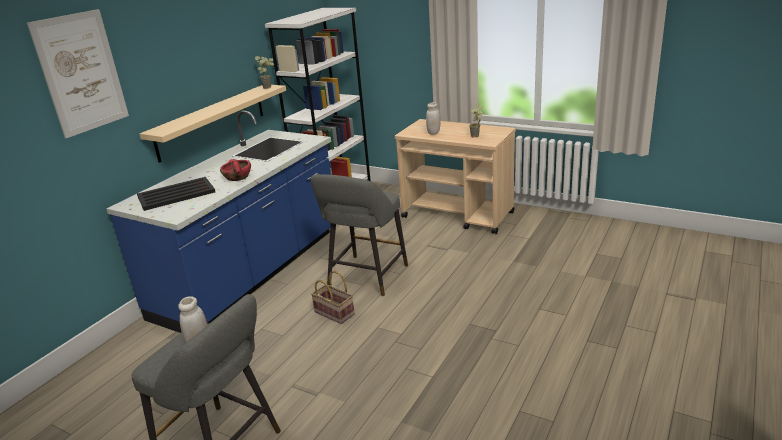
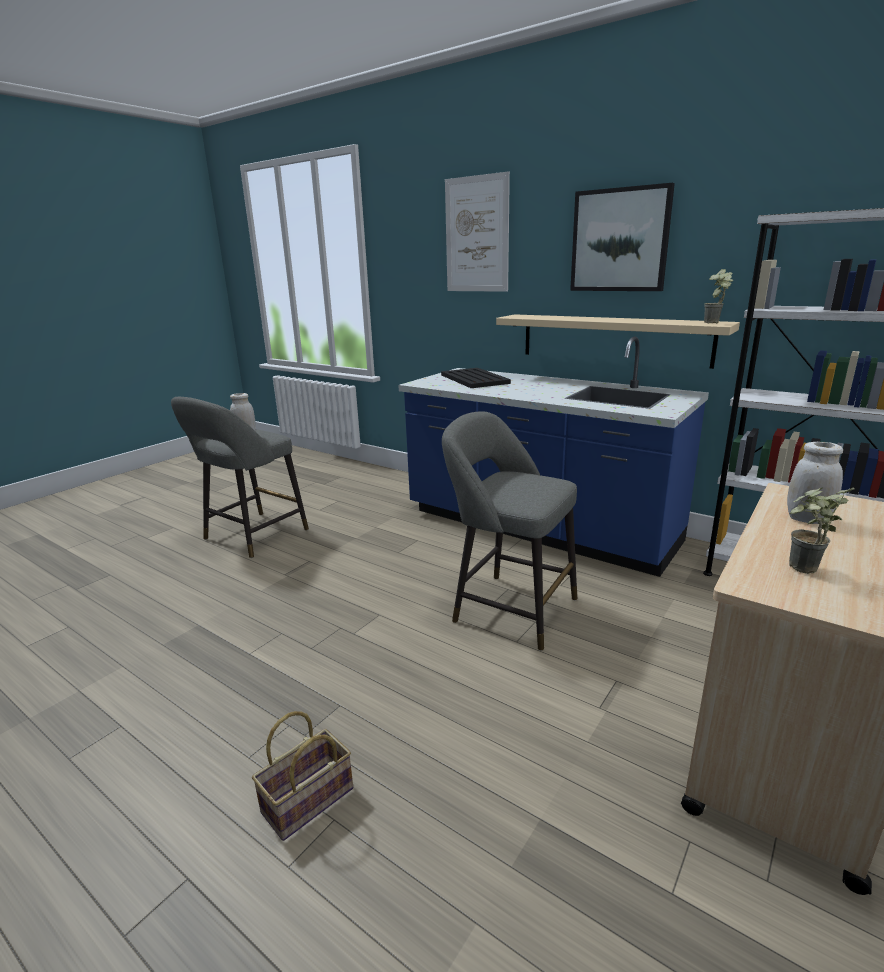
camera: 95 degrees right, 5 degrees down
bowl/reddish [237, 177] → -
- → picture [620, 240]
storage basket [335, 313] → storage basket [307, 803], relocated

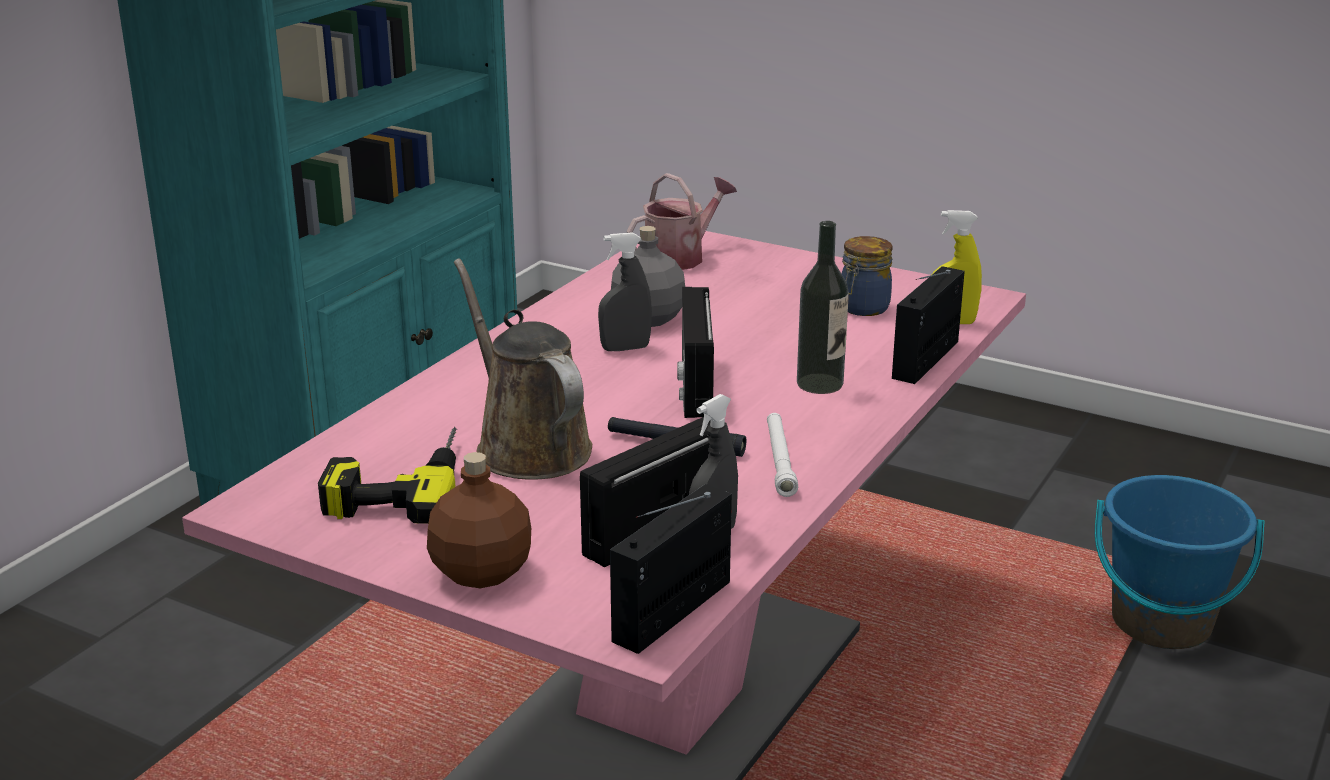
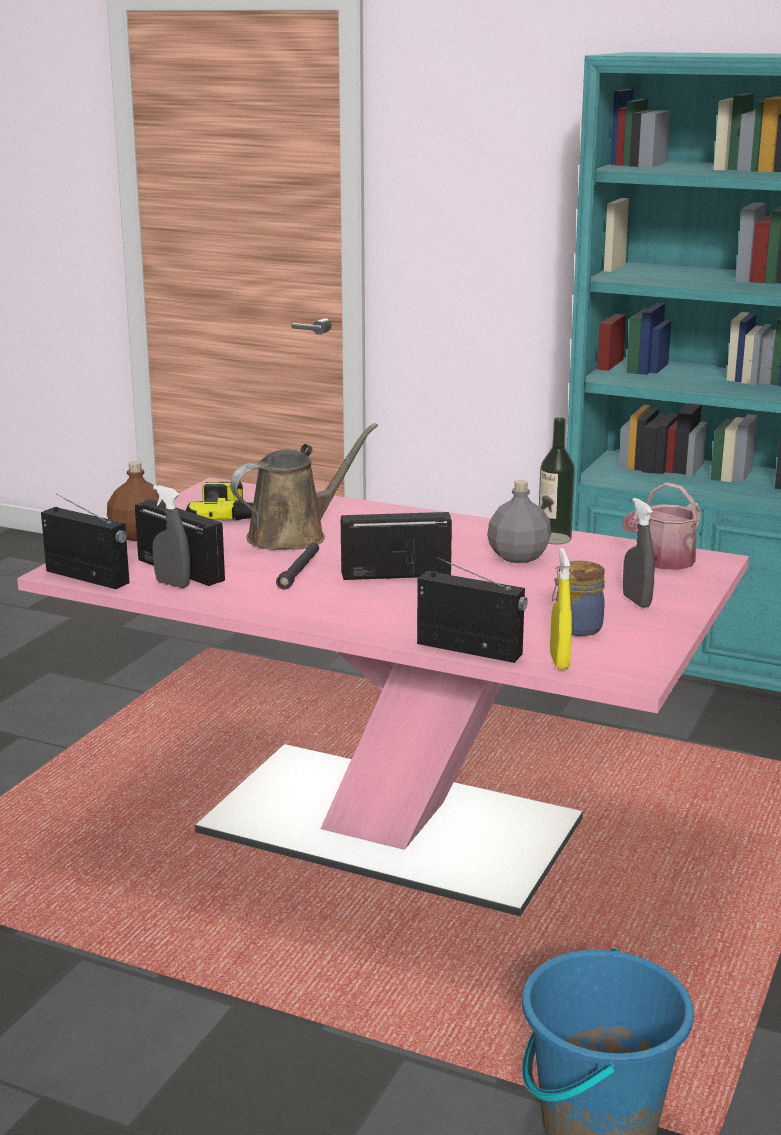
camera: 85 degrees right, 5 degrees down
flashlight/whitish [779, 461] → -
hand sprayer/gray [625, 348] → hand sprayer/gray [636, 601], relocated
drink bottle [820, 384] → drink bottle [554, 538], relocated
sprinkling can [680, 257] → sprinkling can [662, 562], 90 degrees clockwise

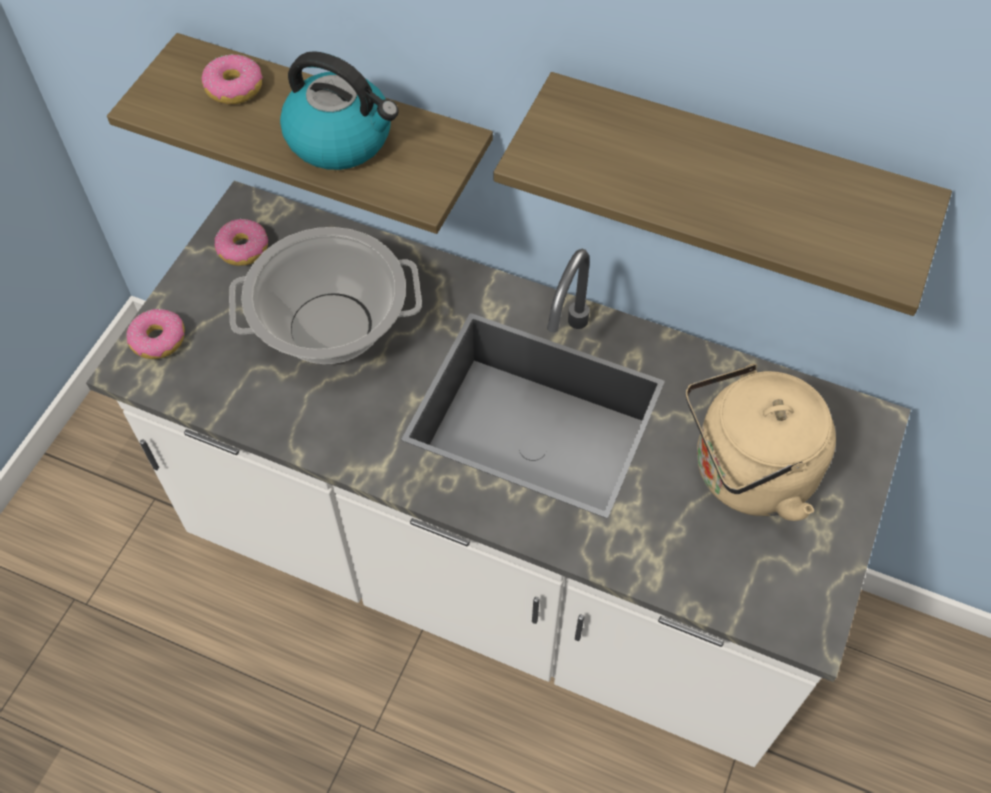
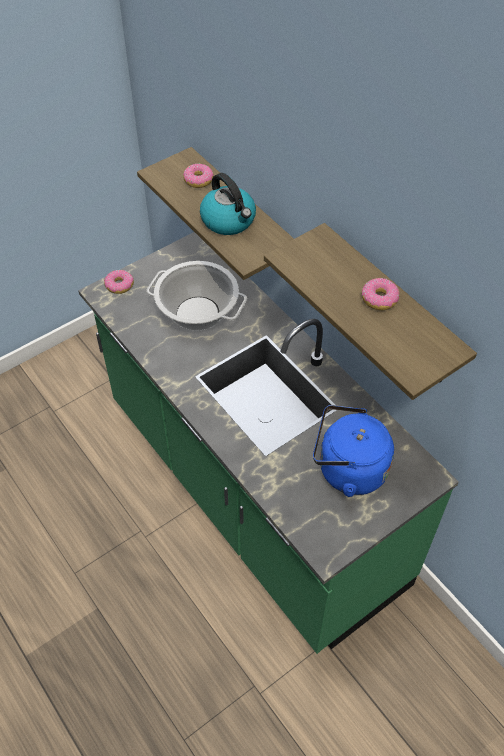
camera: 30 degrees right, 5 degrees down
ring doughnut [243, 249] → ring doughnut [379, 299], relocated
kitchen counter/whitish [495, 571] → kitchen counter/green [251, 493]
water kettle/beige-coloured [746, 474] → water kettle/bluish [347, 470]

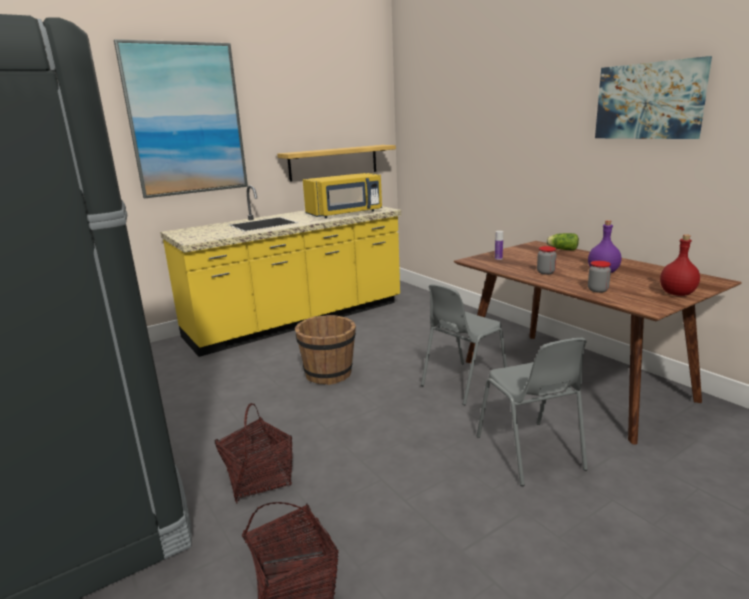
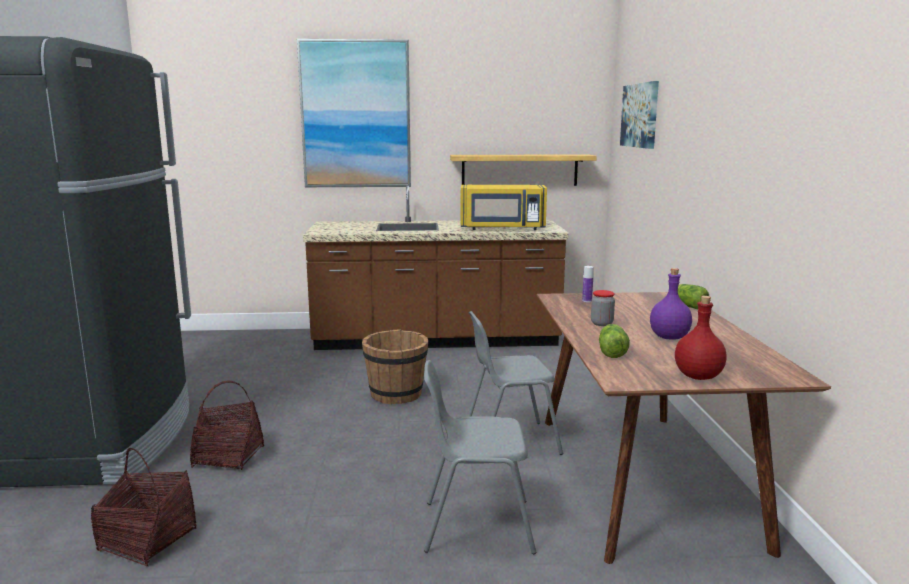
camera: 30 degrees right, 5 degrees down
picture [649, 101] → picture [640, 115], relocated
preserve jar [597, 290] → lettuce head [612, 351]
kitchen counter/yellowish [297, 320] → kitchen counter/brownish [436, 339]
chair/gray [530, 453] → chair/gray [476, 525], 75 degrees clockwise

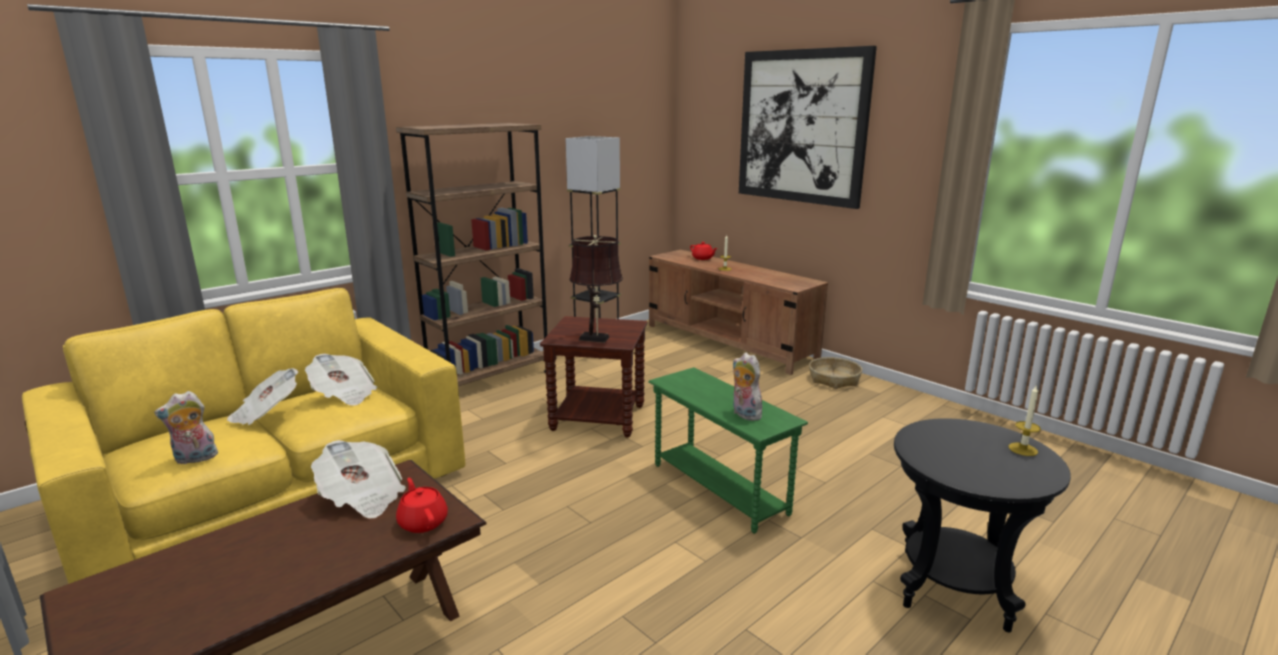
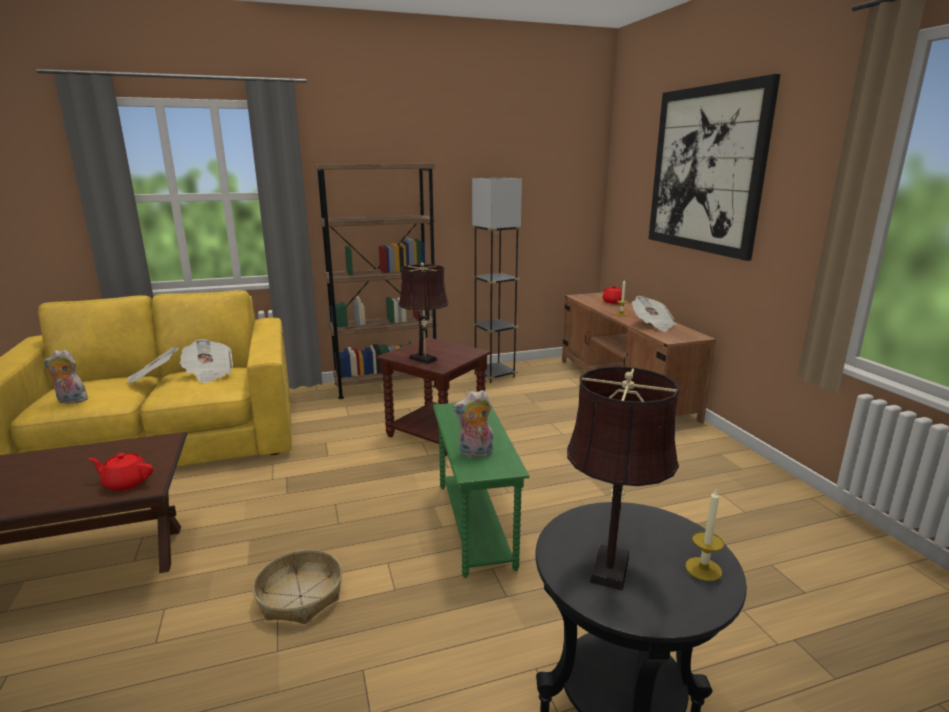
camera: 25 degrees right, 0 degrees up
- → tabletop lamp/brownish [611, 565]
newspaper [362, 497] → newspaper [652, 325], relocated
storage basket [834, 379] → storage basket [300, 596], relocated
tea pot/reddish [423, 522] → tea pot/reddish [126, 483], 75 degrees counterclockwise
cuddly toy [744, 414] → cuddly toy [475, 453], 90 degrees counterclockwise

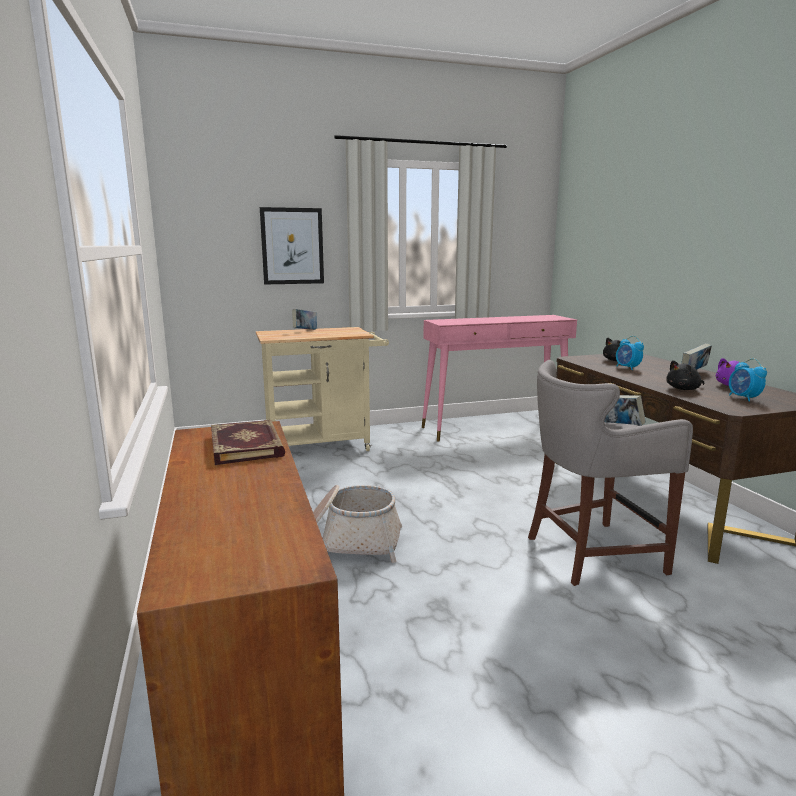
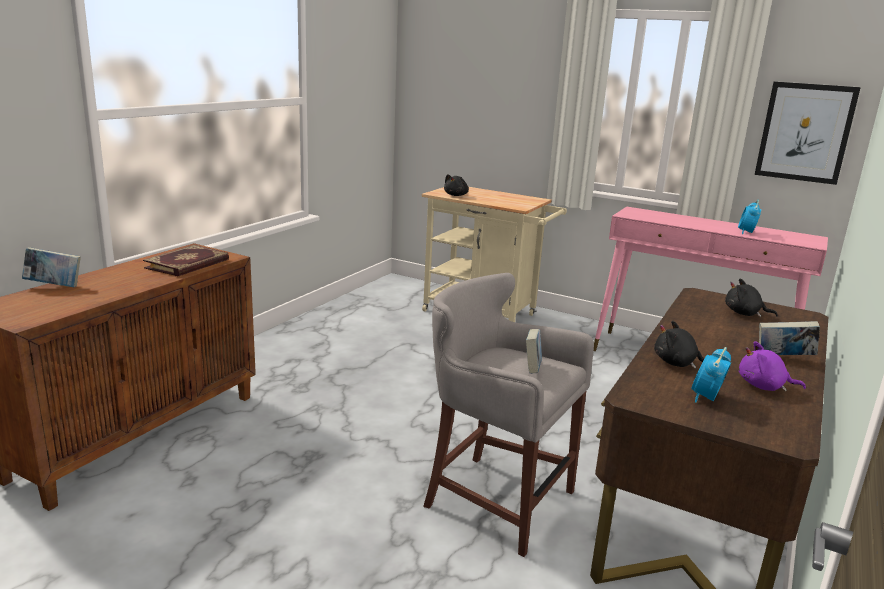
camera: 45 degrees right, 5 degrees up
storage basket [349, 542] → -
- → cuddly toy/black-coloured [456, 195]
picture [292, 246] → picture [805, 132], relocated
volume [305, 331] → volume [54, 286], relocated
alarm clock [627, 368] → alarm clock [746, 232], relocated

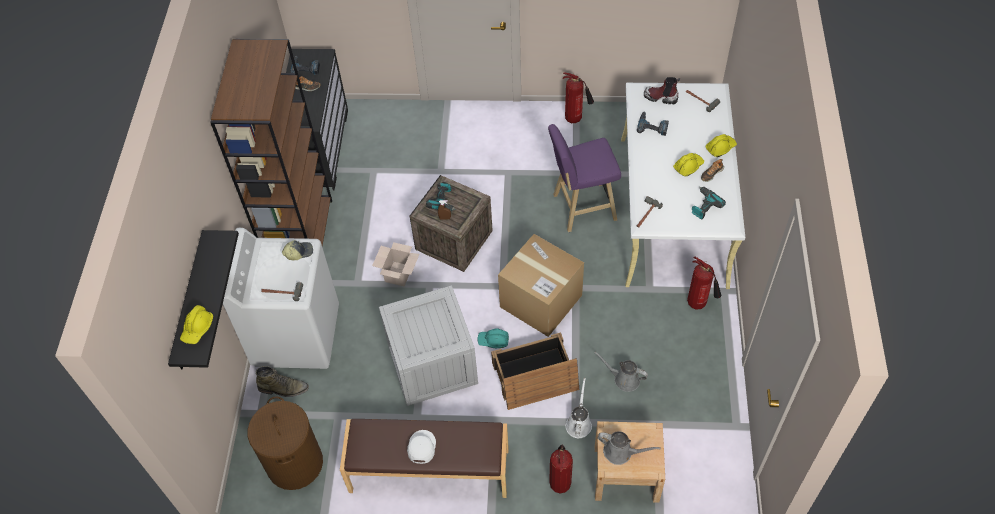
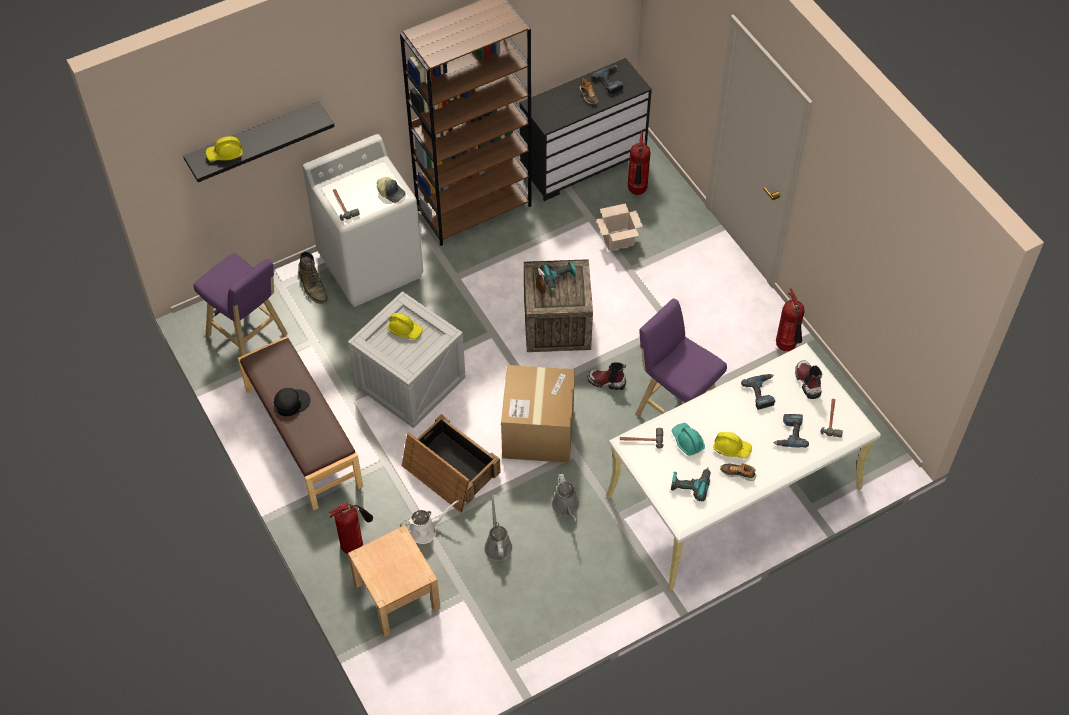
camera: 55 degrees right, 0 degrees up
- → high-top boot [606, 382]
- → drill [789, 433]
carton [398, 273] → carton [618, 238], relocated
hard hat/turquoise-coloured [493, 340] → hard hat/turquoise-coloured [687, 441], relocated
sprinkling can/gray [620, 452] → sprinkling can/gray [566, 507], relocated
fire extinguisher [699, 304] → fire extinguisher [637, 192], relocated
hard hat/yellowish [720, 148] → hard hat/yellowish [405, 330], relocated
hamper/brownish [295, 463] → stool seat/purple [249, 337]
baseball cap/whitish [421, 447] → baseball cap/black-coloured [291, 403]

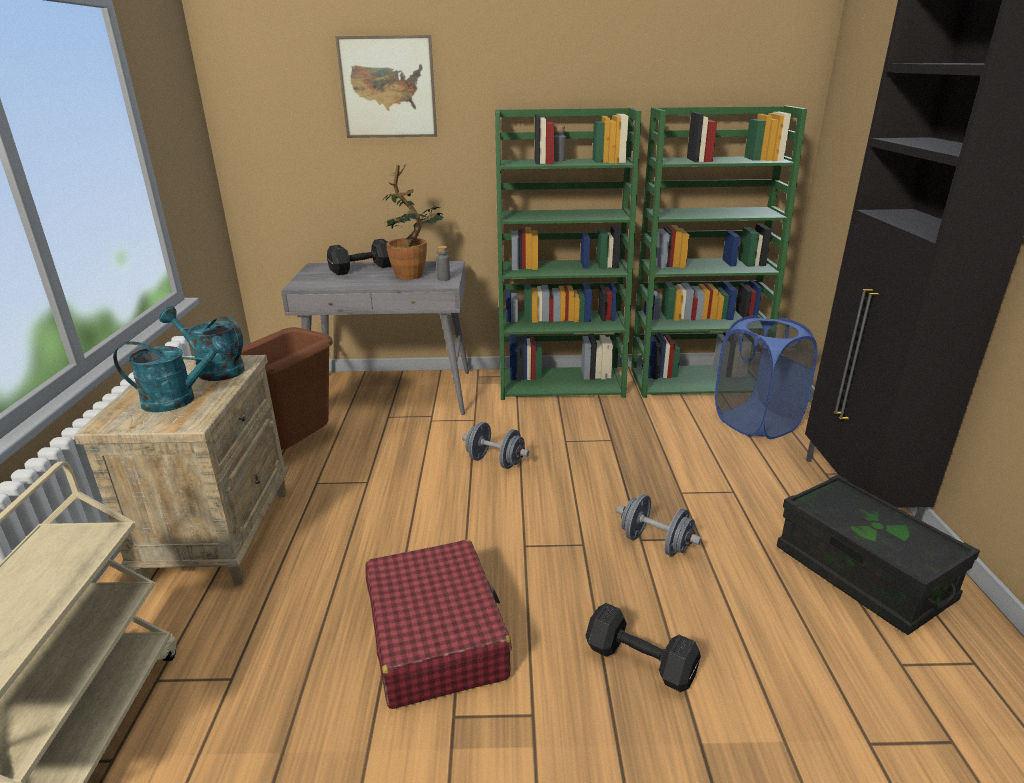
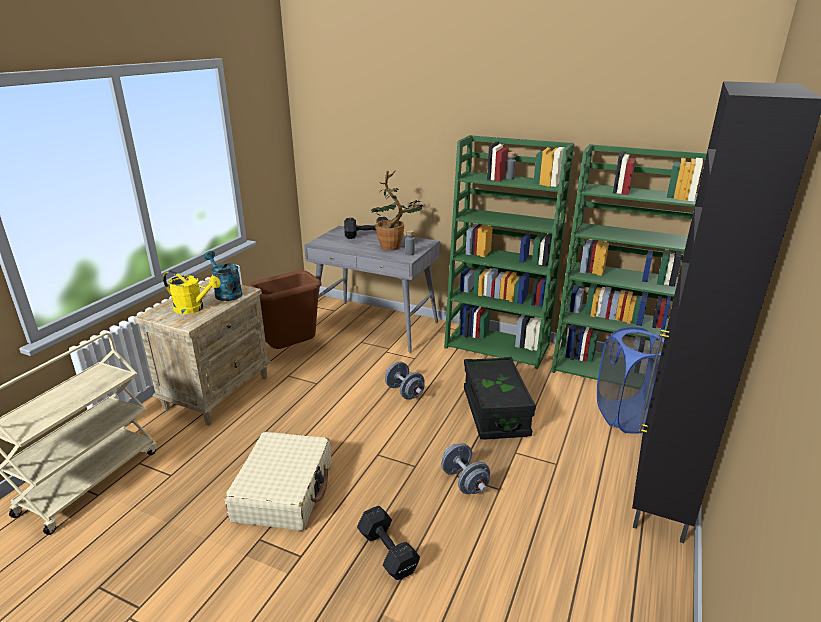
camera: 25 degrees right, 0 degrees up
picture [388, 87] → -
storage bin/black-coloured [862, 574] → storage bin/black-coloured [495, 412], relocated
sprinkling can/turquoise-coloured [179, 400] → sprinkling can/yellowish [193, 308]
travel case/reddish [436, 636] → travel case/beige-coloured [284, 491]

